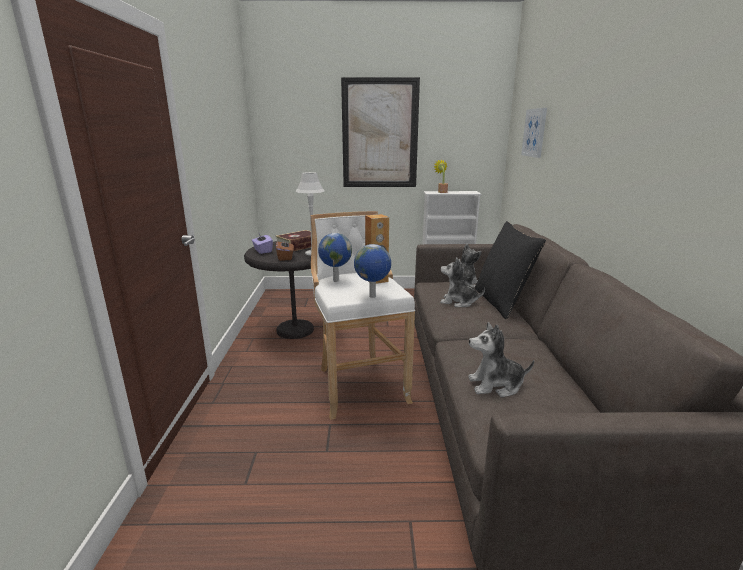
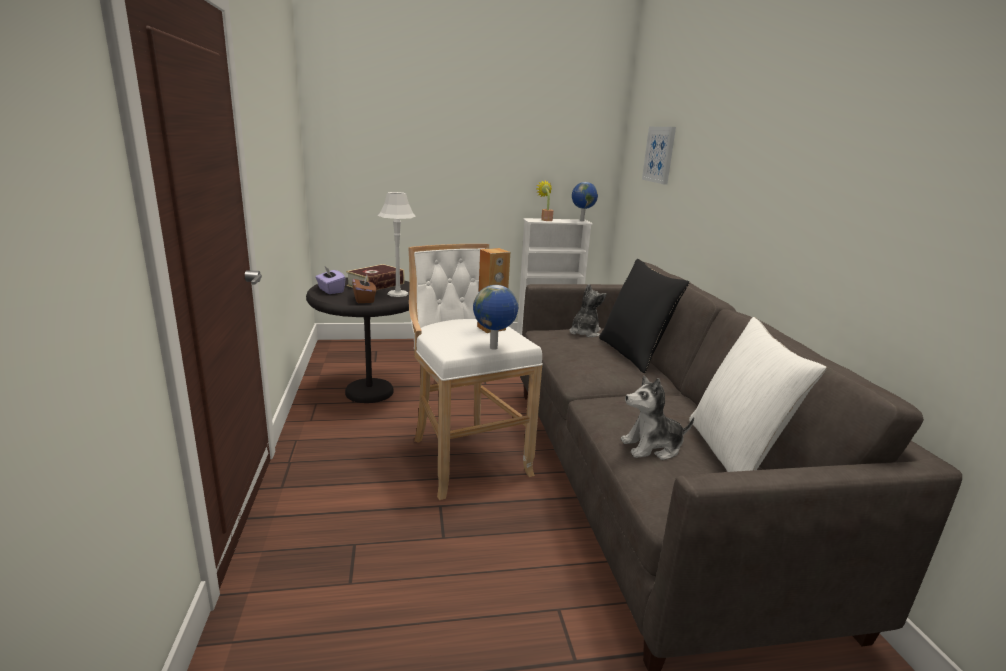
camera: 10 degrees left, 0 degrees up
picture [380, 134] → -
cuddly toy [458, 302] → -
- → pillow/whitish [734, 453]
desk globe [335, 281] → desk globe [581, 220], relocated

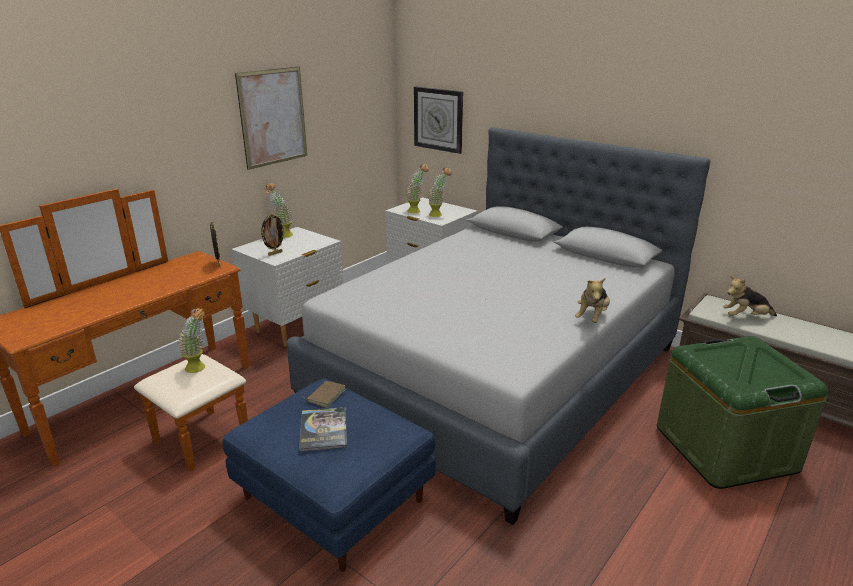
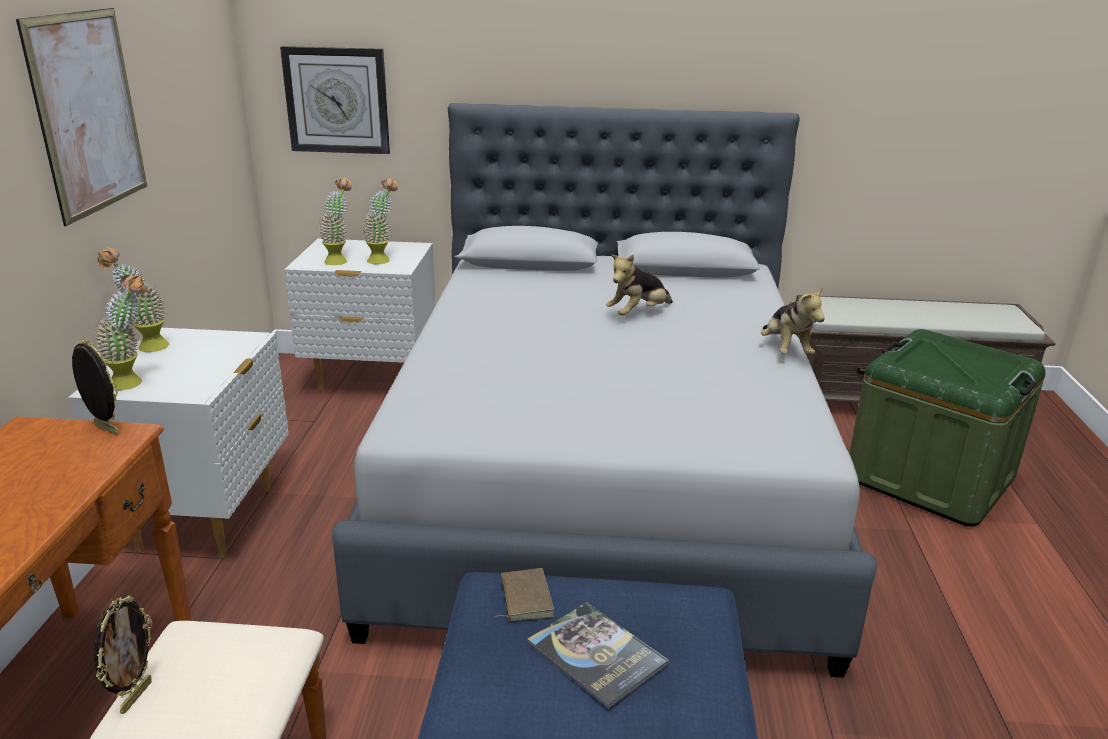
camera: 35 degrees left, 0 degrees up
plant in a pot [199, 368] → plant in a pot [134, 382], relocated
photo frame [275, 253] → photo frame [135, 696], relocated
cuddly toy [745, 317] → cuddly toy [638, 314], relocated

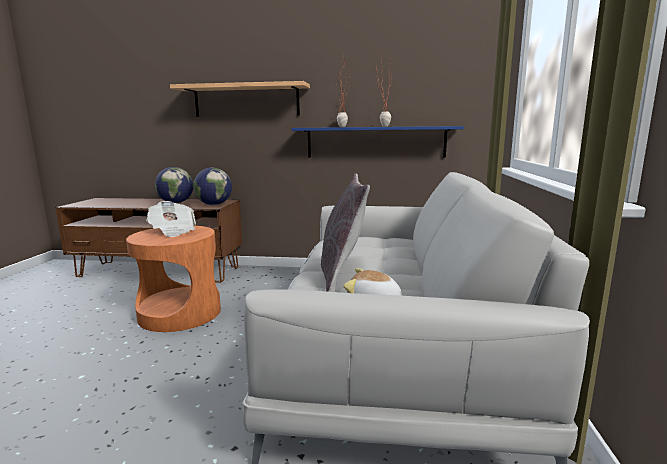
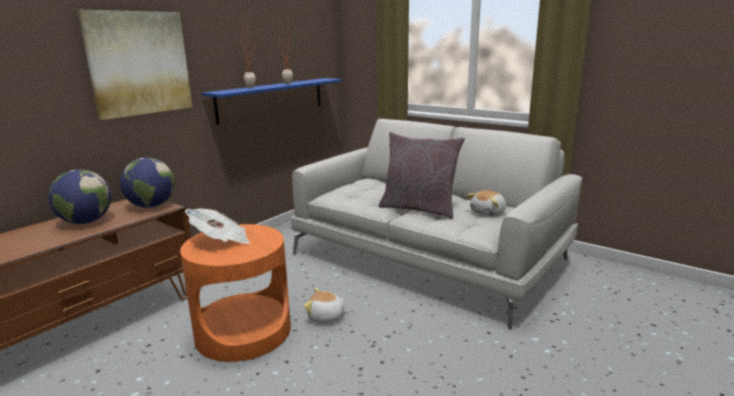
camera: 60 degrees left, 5 degrees up
- → cuddly toy [326, 317]
shelf [246, 101] → picture [139, 63]

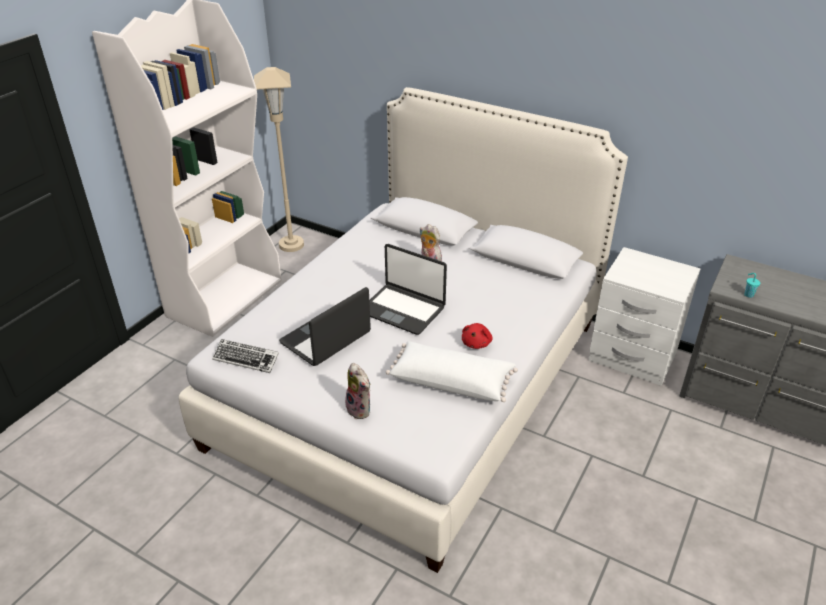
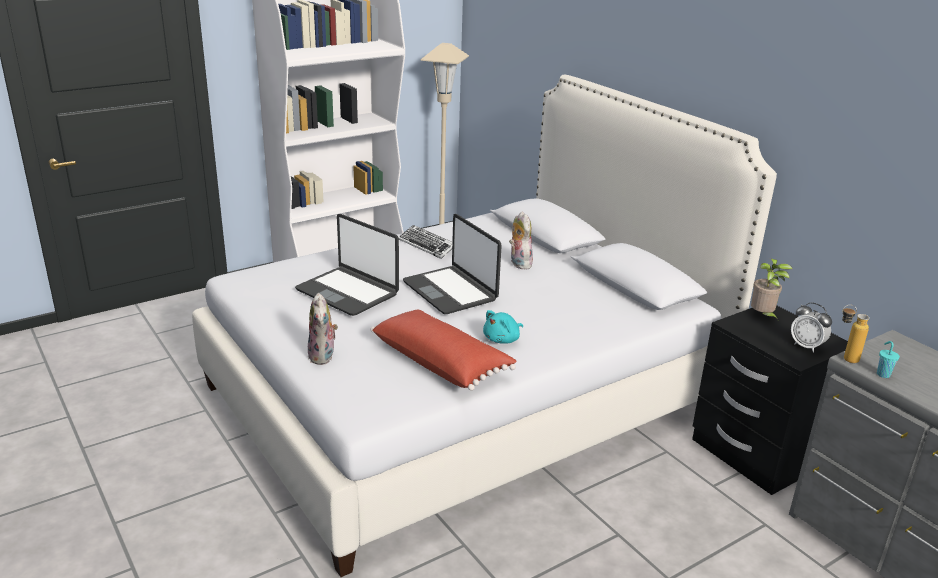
camera: 25 degrees right, 10 degrees down
- → plant in a pot [762, 317]
- → alarm clock [806, 346]
- → drink bottle [844, 359]
computer keyboard [246, 359] → computer keyboard [427, 245], relocated
pillow/whitish [451, 381] → pillow/reddish [441, 362]
cuddly toy/reddish [477, 343] → cuddly toy/turquoise-coloured [503, 339]
bedside table/whitish [632, 357] → bedside table/black-coloured [754, 454]
notebook computer [326, 338] → notebook computer [348, 292], 120 degrees counterclockwise

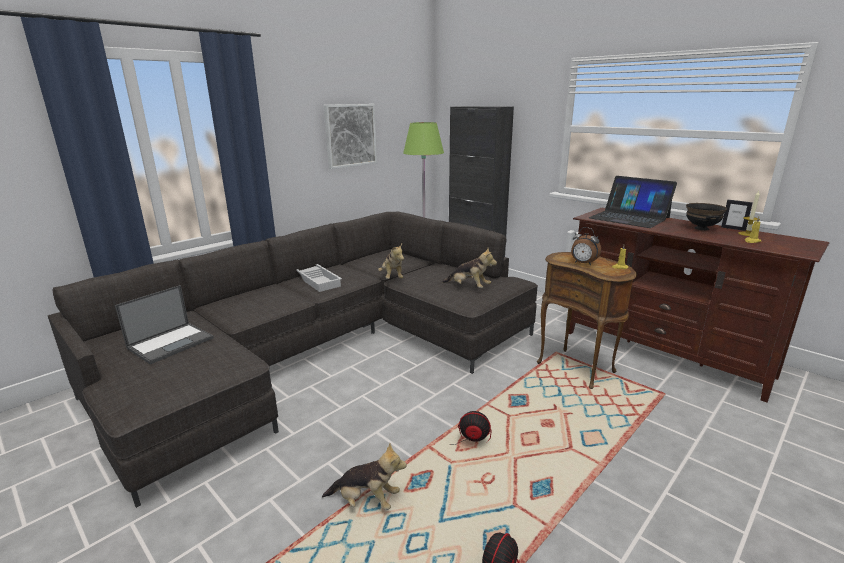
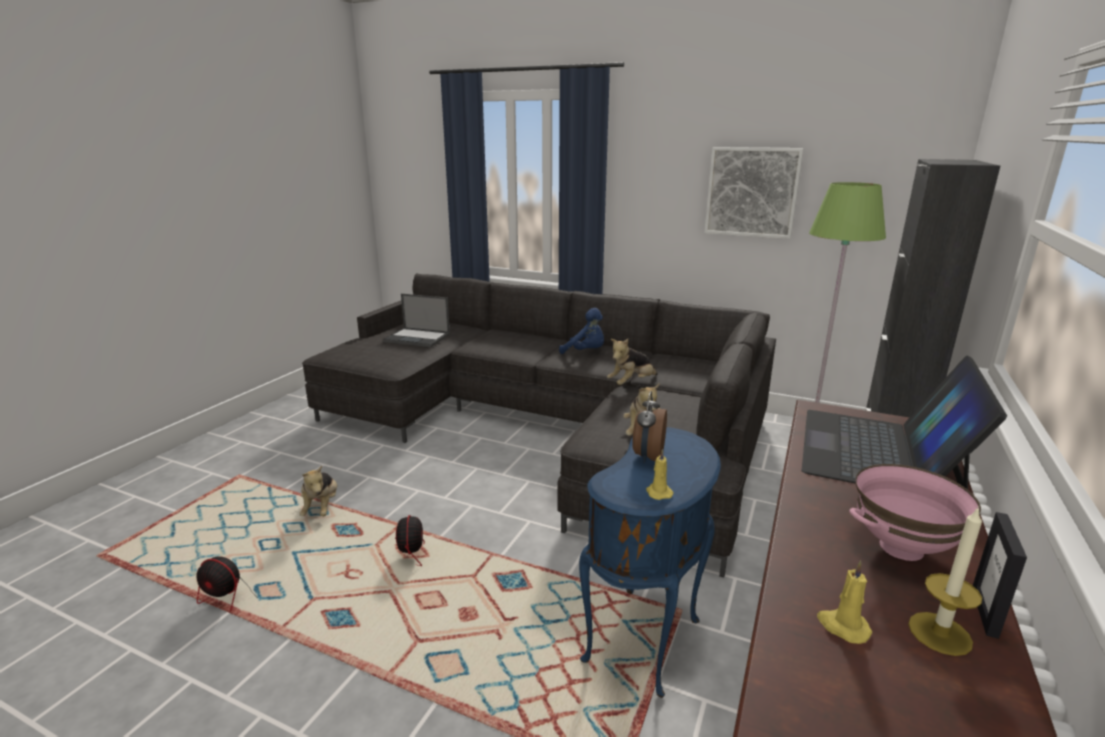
camera: 70 degrees right, 0 degrees up
serving tray/whitish [318, 280] → cuddly toy/bluish [586, 352]
accent table/brownish [577, 367] → accent table/bluish [646, 642]
bowl/black-coloured [702, 228] → bowl/pink [901, 549]

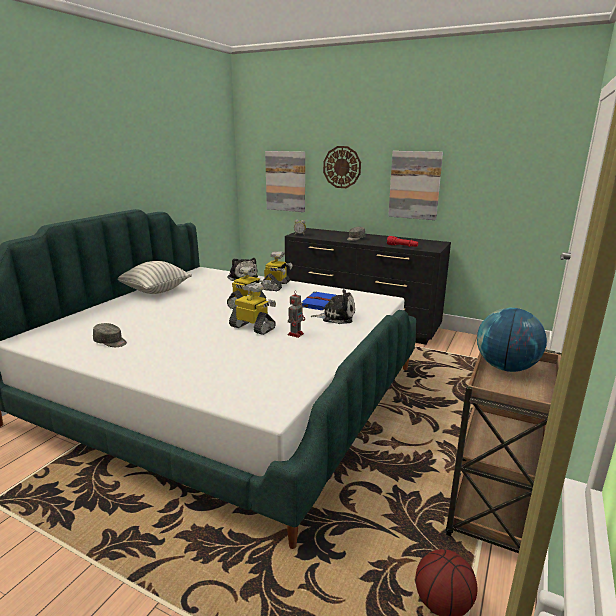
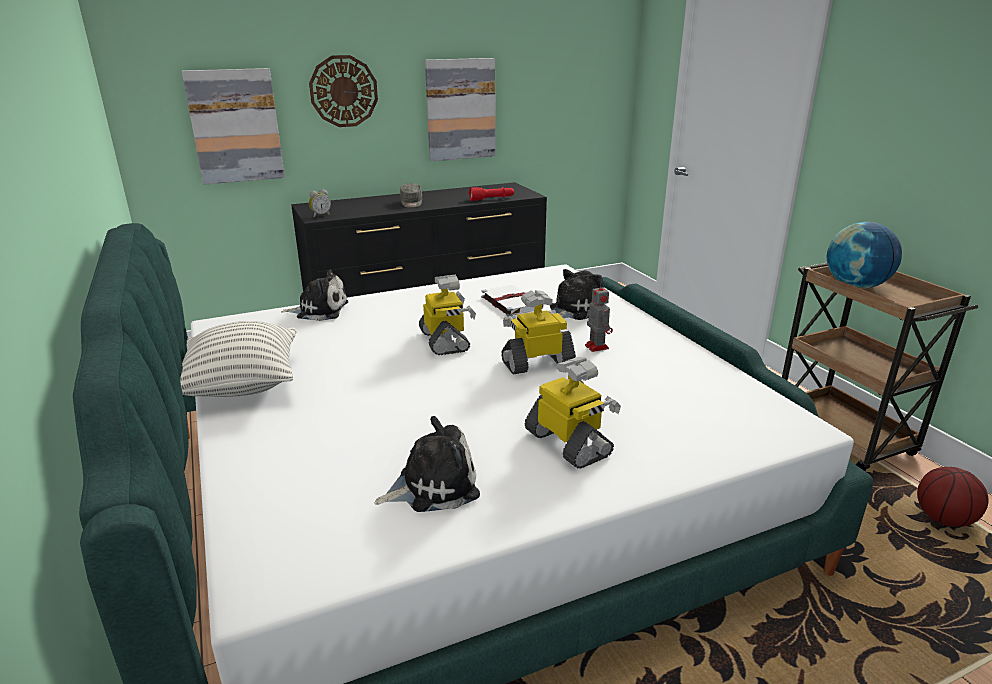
camera: 50 degrees left, 5 degrees up
toy robot [276, 286] → toy robot [569, 443], relocated
baseball cap/gray [111, 342] → cuddly toy [433, 486]
volume/bluish [318, 302] → volume/whitish [510, 302]

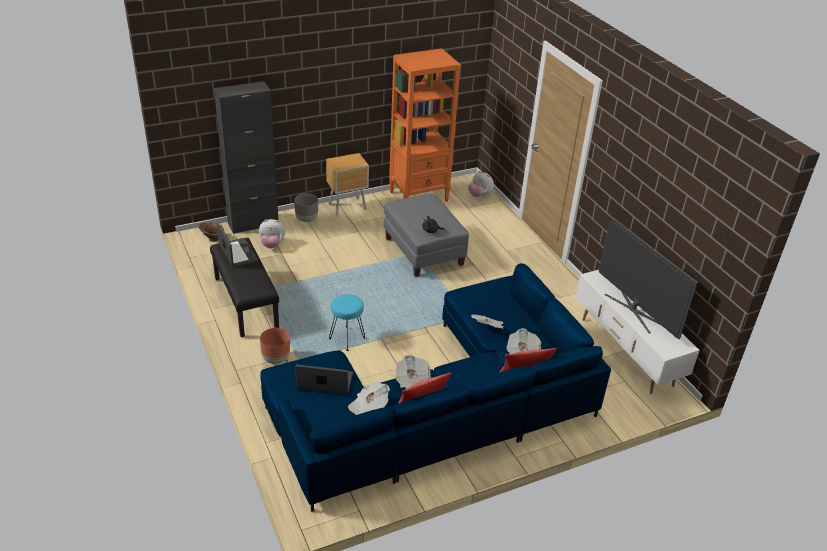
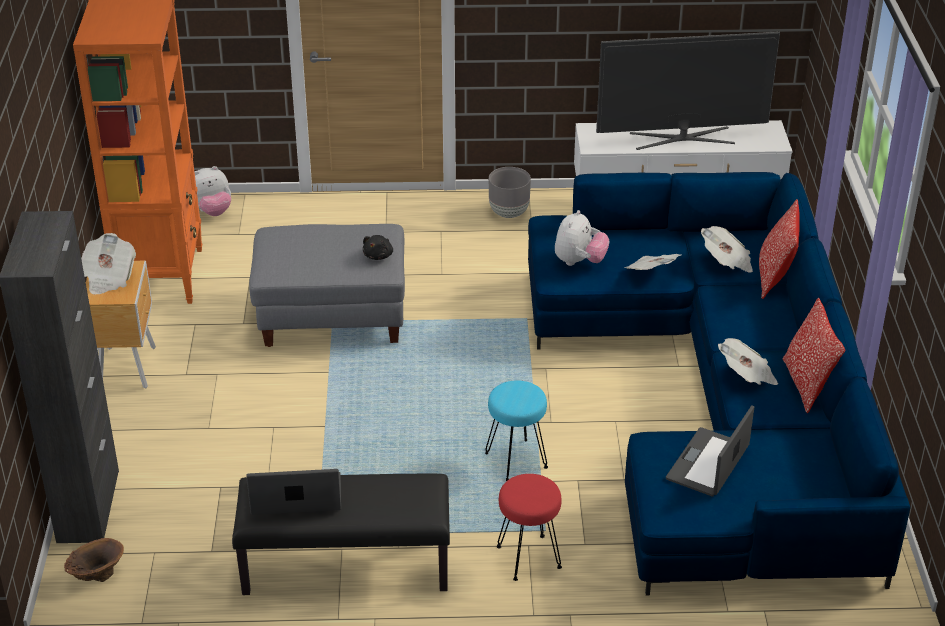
camera: 65 degrees left, 0 degrees up
cuddly toy [272, 245] → cuddly toy [579, 262], relocated
plant pot/gray [307, 219] → plant pot/gray [509, 213], relocated
newspaper [368, 407] → newspaper [108, 277], relocated
plant pot/brownish [276, 359] → stool seat/reddish [527, 557]

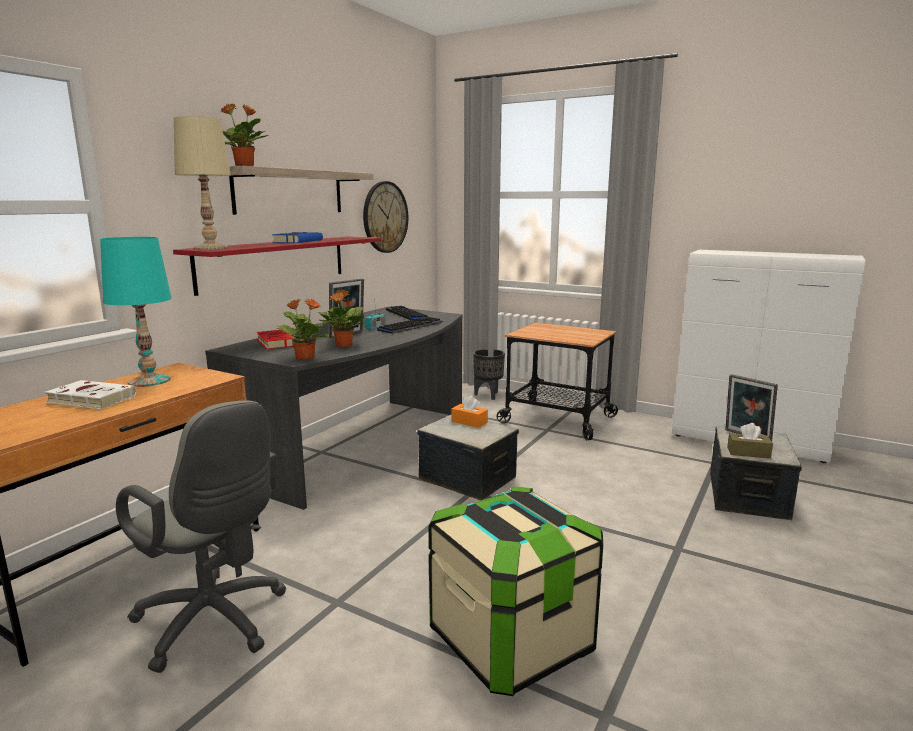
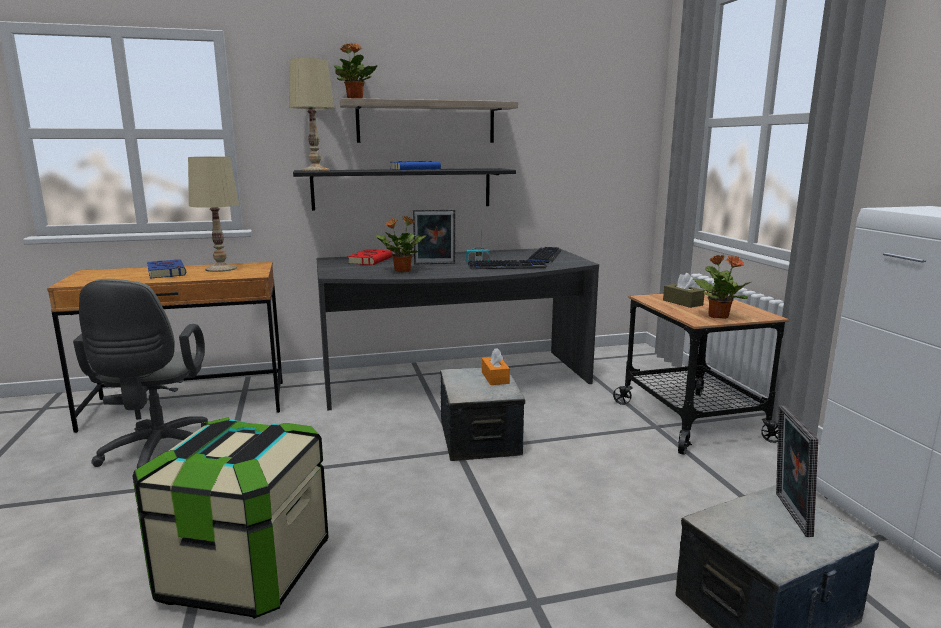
camera: 45 degrees right, 0 degrees up
hanging clock [385, 217] → -
plant pot/black-coloured [488, 395] → -
plant in a pot [304, 357] → plant in a pot [718, 316], relocated
tissue holder/brownish [748, 453] → tissue holder/brownish [682, 302], relocated
volume/whitish [89, 399] → volume/bluish [166, 272]
tabletop lamp/turquoise-coloured [149, 381] → tabletop lamp/beige-coloured [221, 269]
shelf/reddish [275, 262] → shelf/black-coloured [402, 188]

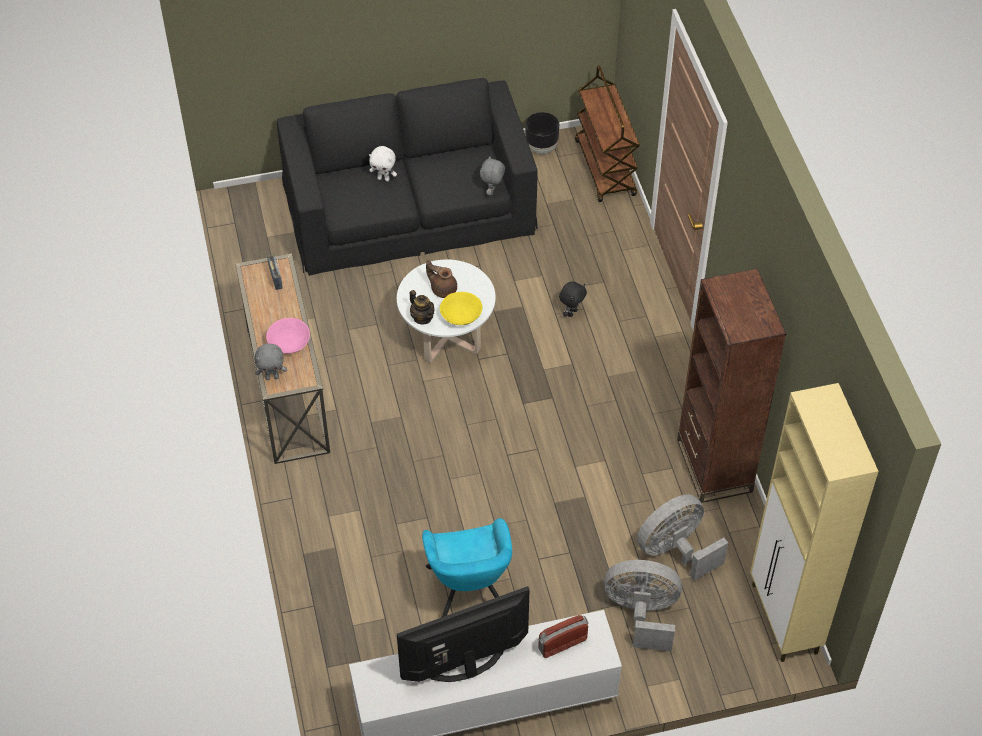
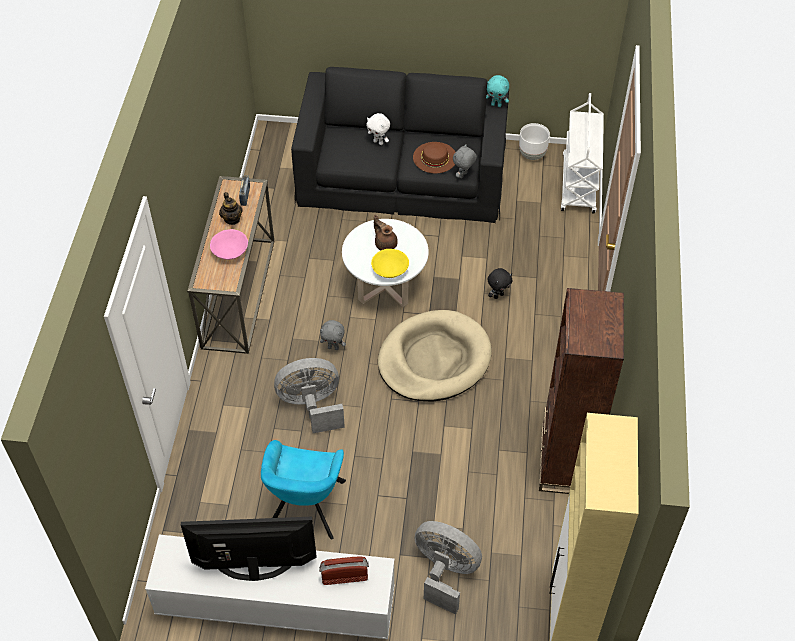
camera: 20 degrees right, 0 degrees up
- → dog bed/beige-coloured [434, 359]
- → wearable hat/brownish [434, 157]
- → cuddly toy/turquoise-coloured [496, 105]
cuddly toy/gray [272, 377] → cuddly toy/gray [333, 347], relocated
tea pot [422, 318] → tea pot [232, 219], relocated
electric fan/gray [675, 551] → electric fan/gray [312, 406], relocated
plant pot/black-coloured [541, 148] → plant pot/whitish [532, 154]
trolley/brownish [605, 169] → trolley/whitish [579, 185]

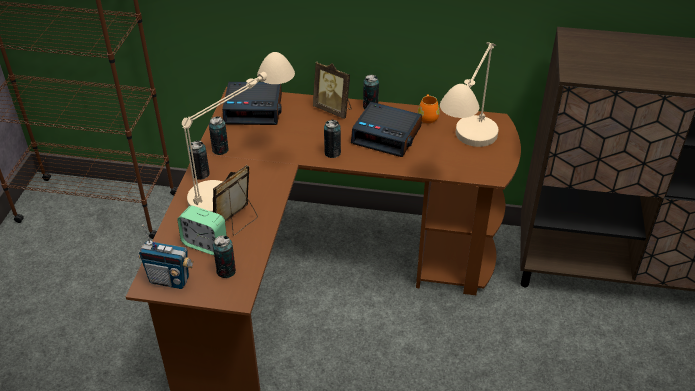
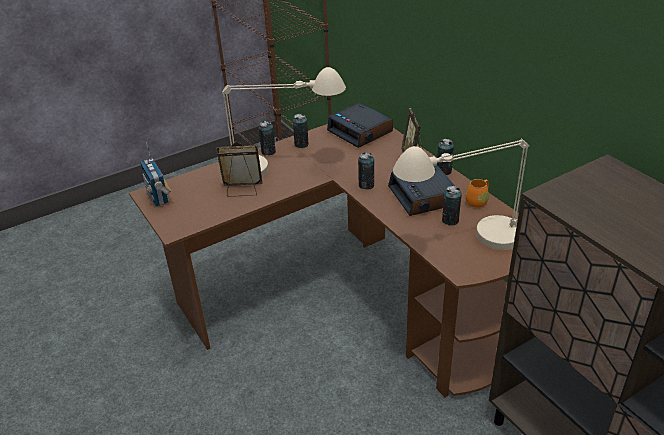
camera: 50 degrees right, 5 degrees down
alarm clock [205, 244] → -
sealed can [226, 271] → sealed can [450, 220], relocated

